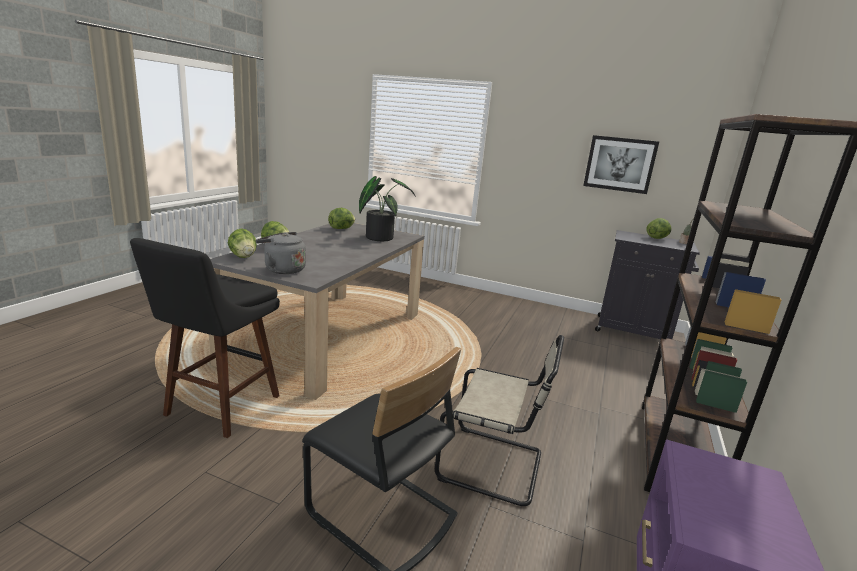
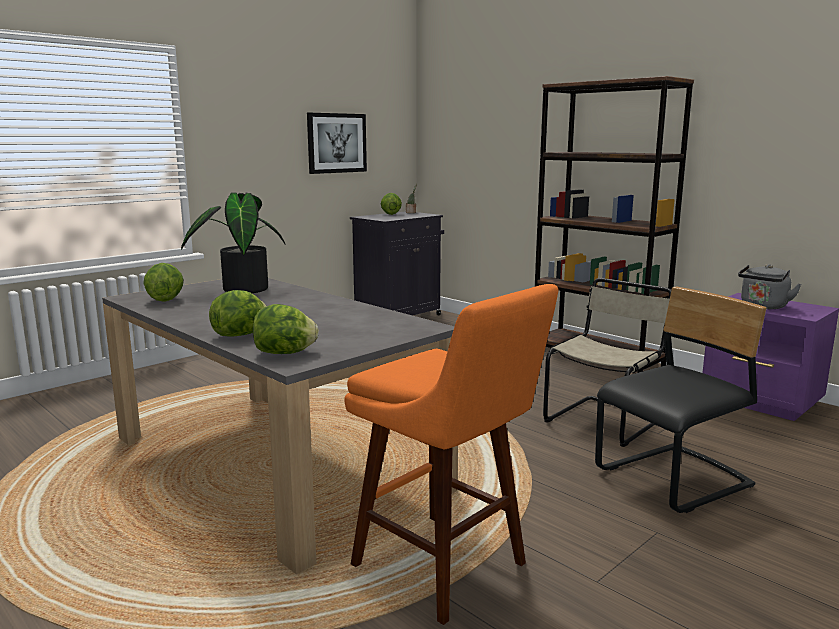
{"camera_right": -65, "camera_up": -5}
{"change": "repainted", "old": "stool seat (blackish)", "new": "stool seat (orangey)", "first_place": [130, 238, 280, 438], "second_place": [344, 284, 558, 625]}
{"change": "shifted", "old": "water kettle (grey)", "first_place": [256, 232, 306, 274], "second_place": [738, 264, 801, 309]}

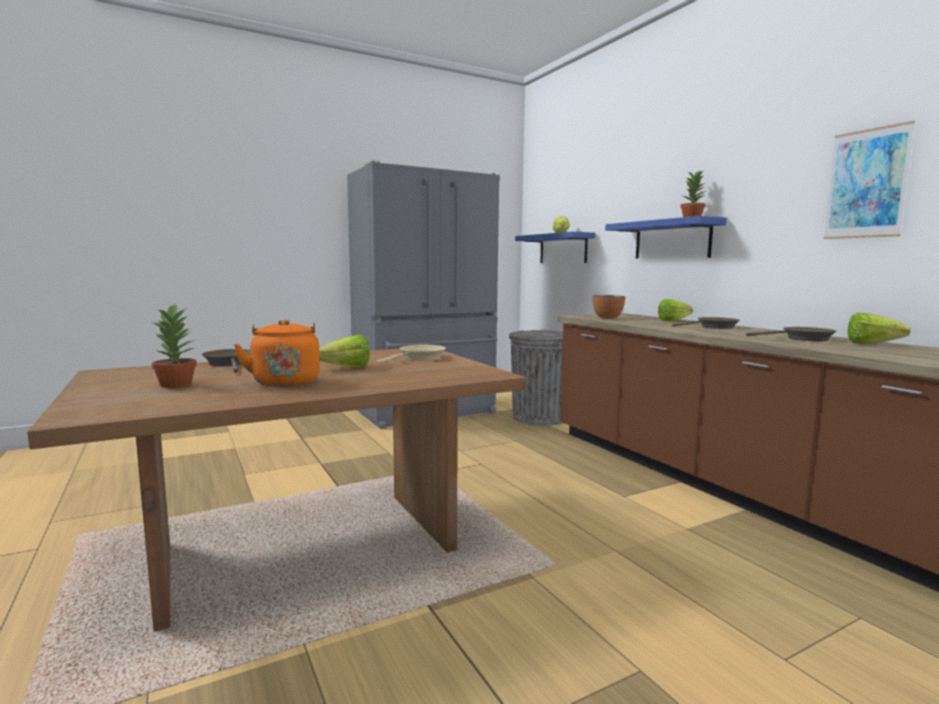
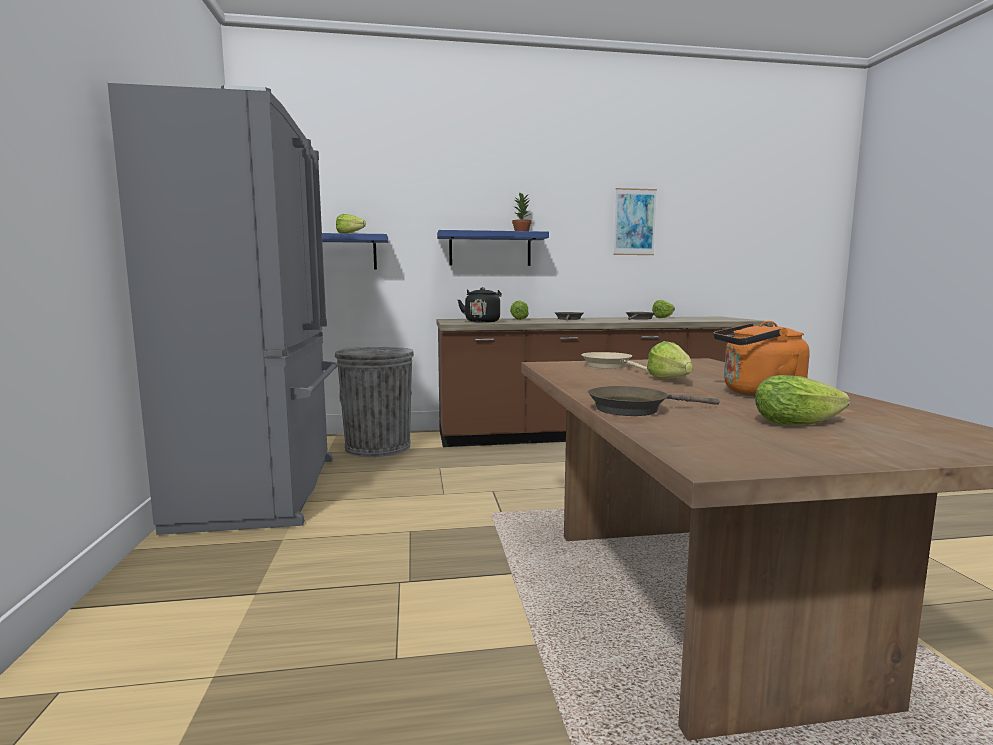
{"camera_right": -70, "camera_up": 0}
{"change": "swapped", "old": "potted plant", "new": "head of lettuce", "first_place": [150, 304, 197, 388], "second_place": [755, 375, 850, 425]}
{"change": "swapped", "old": "bowl", "new": "water kettle (blackish)", "first_place": [592, 295, 625, 319], "second_place": [458, 287, 502, 323]}

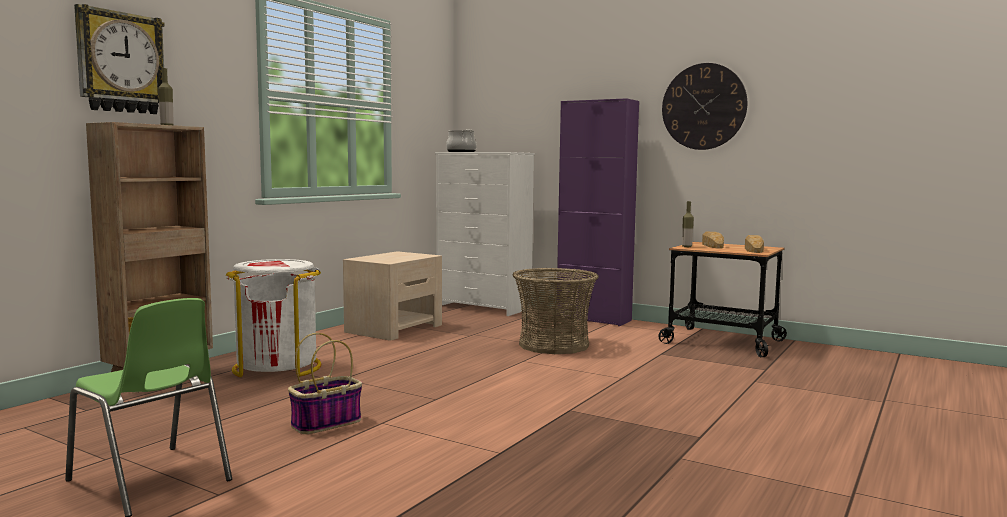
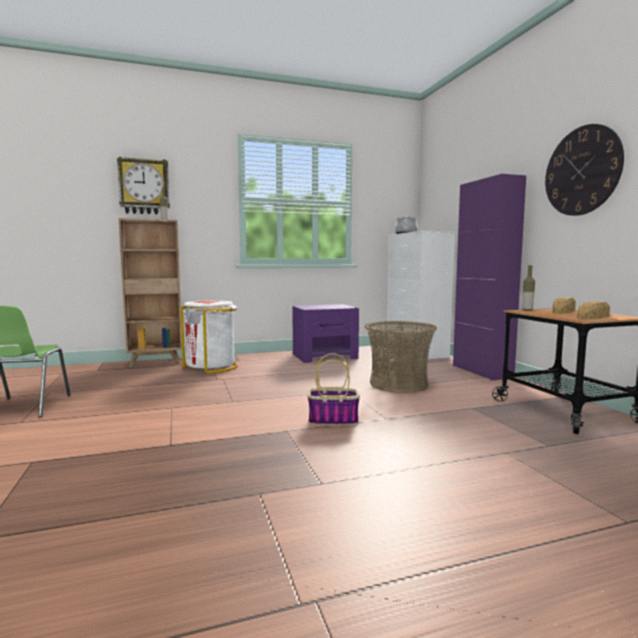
{"camera_right": 40, "camera_up": 0}
{"change": "shifted", "old": "household basket", "first_place": [288, 333, 362, 434], "second_place": [308, 353, 360, 426]}
{"change": "repainted", "old": "nightstand (beige)", "new": "nightstand (purple-coloured)", "first_place": [343, 251, 442, 341], "second_place": [292, 304, 359, 363]}

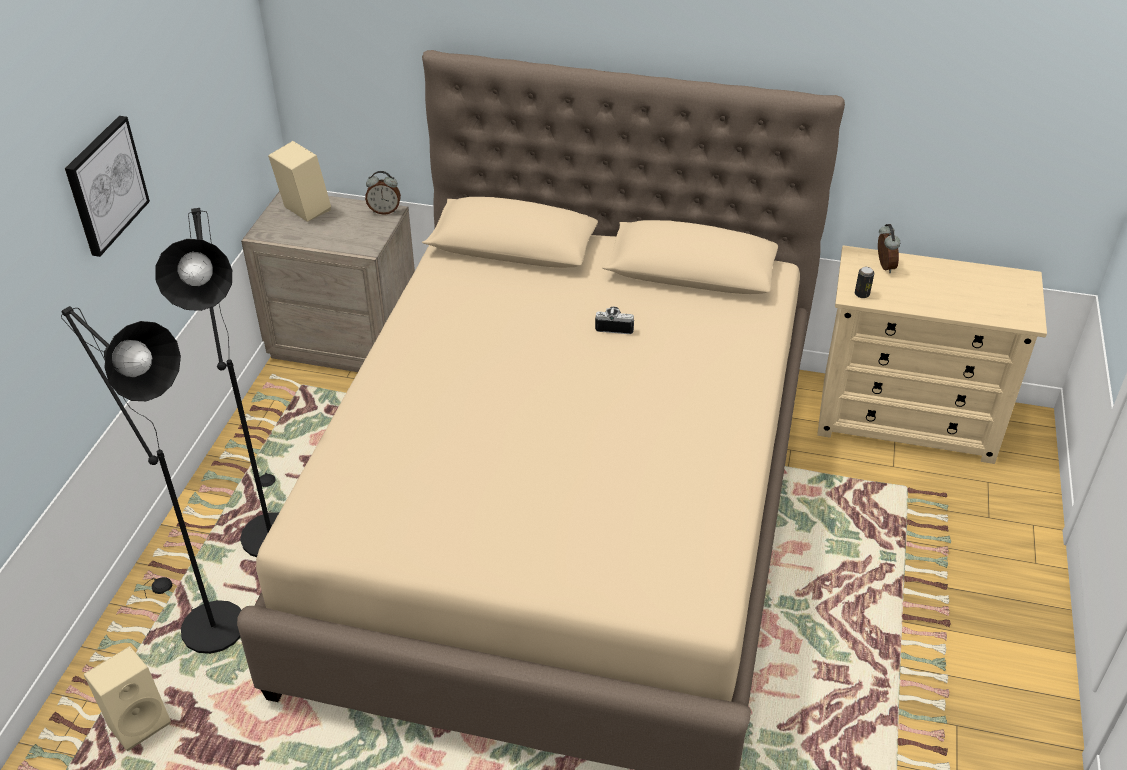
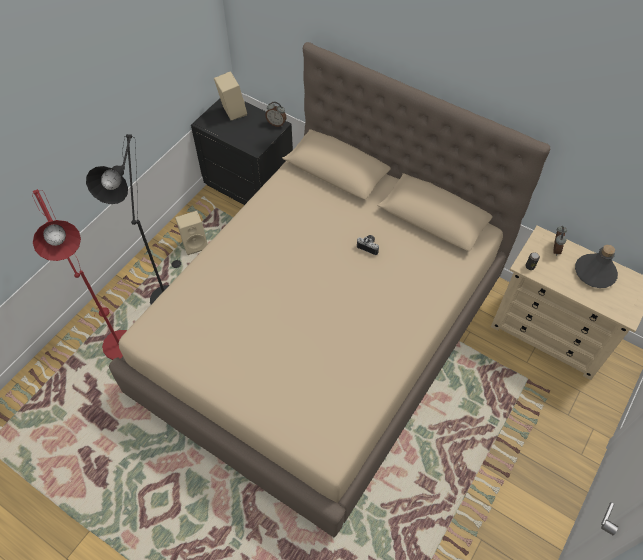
{"camera_right": 20, "camera_up": 15}
{"change": "repainted", "old": "floor lamp (blackish)", "new": "floor lamp (reddish)", "first_place": [61, 306, 241, 654], "second_place": [32, 189, 127, 360]}
{"change": "gone", "old": "wall art", "first_place": [65, 116, 150, 257]}
{"change": "shifted", "old": "speaker (beige)", "first_place": [83, 646, 171, 751], "second_place": [175, 211, 208, 255]}
{"change": "repainted", "old": "nightstand (beige)", "new": "nightstand (blackish)", "first_place": [241, 191, 415, 372], "second_place": [191, 98, 293, 205]}
{"change": "new", "new": "bottle (grey)", "second_place": [575, 245, 618, 288]}

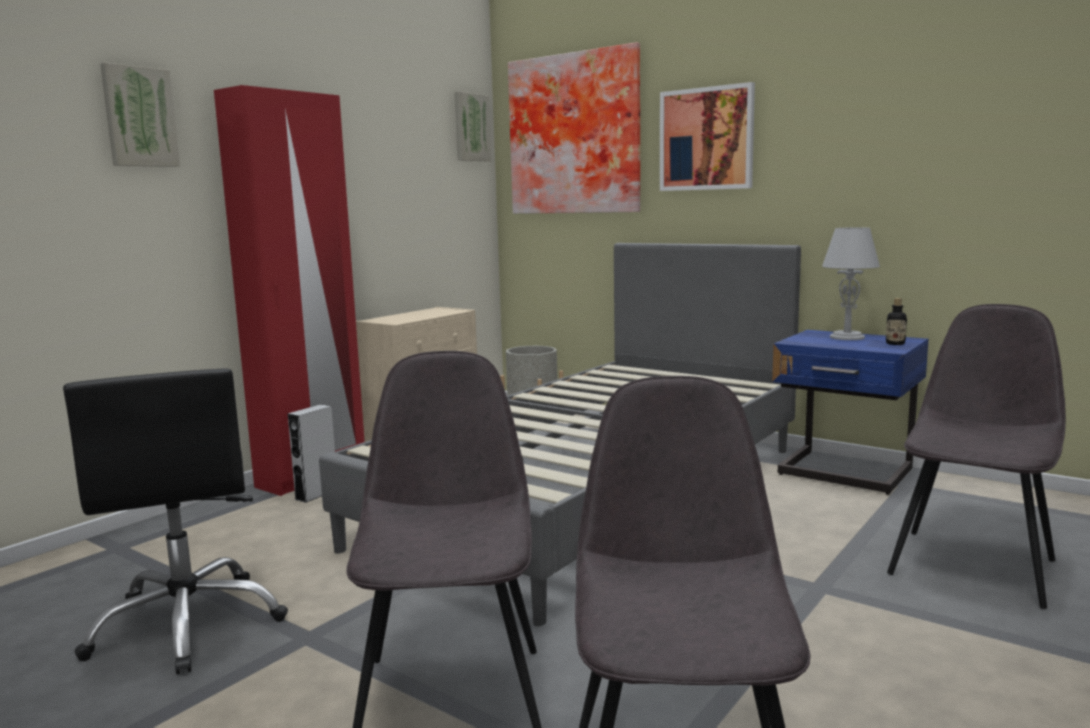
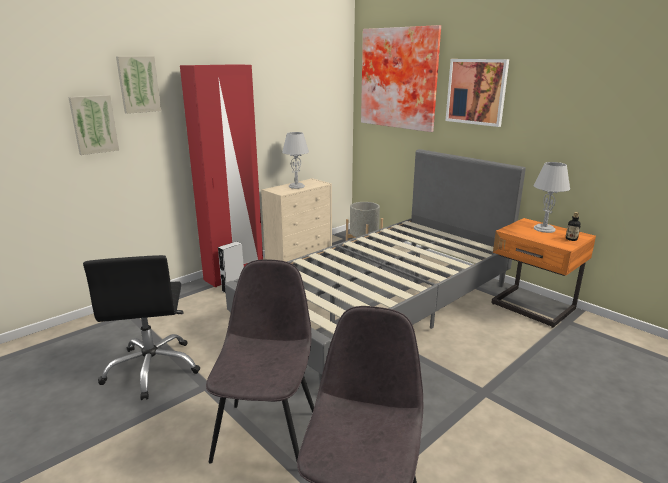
{"camera_right": 10, "camera_up": 10}
{"change": "shifted", "old": "wall art", "first_place": [454, 92, 491, 161], "second_place": [68, 95, 119, 155]}
{"change": "repainted", "old": "nightstand (bluish)", "new": "nightstand (orangey)", "first_place": [772, 330, 928, 495], "second_place": [491, 218, 596, 328]}
{"change": "gone", "old": "chair (grey)", "first_place": [887, 304, 1066, 609]}
{"change": "new", "new": "lamp for a table (grey)", "second_place": [282, 132, 309, 189]}

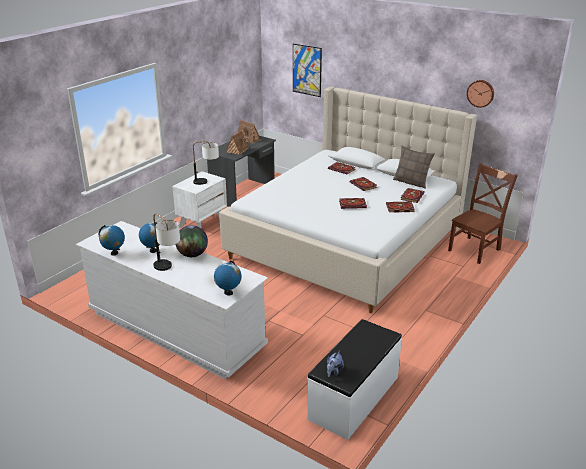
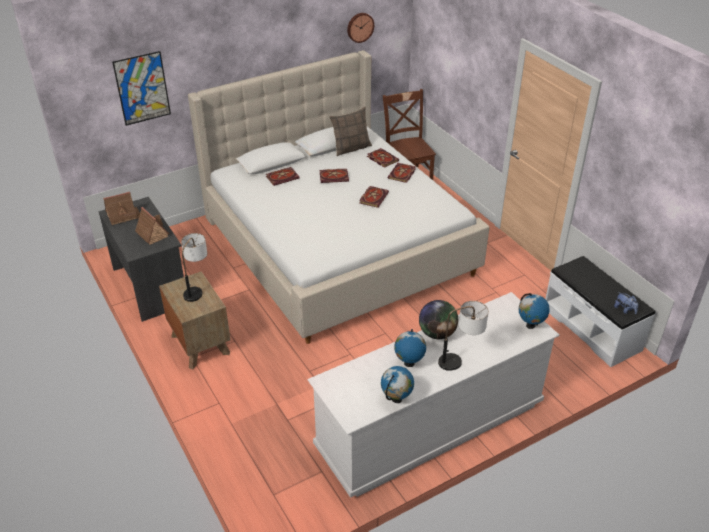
{"camera_right": -65, "camera_up": 10}
{"change": "repainted", "old": "nightstand (whitish)", "new": "nightstand (brown)", "first_place": [172, 171, 227, 229], "second_place": [159, 271, 230, 370]}

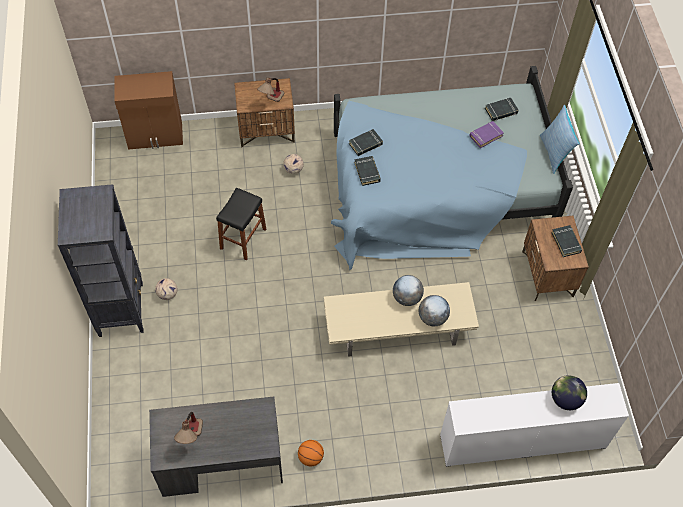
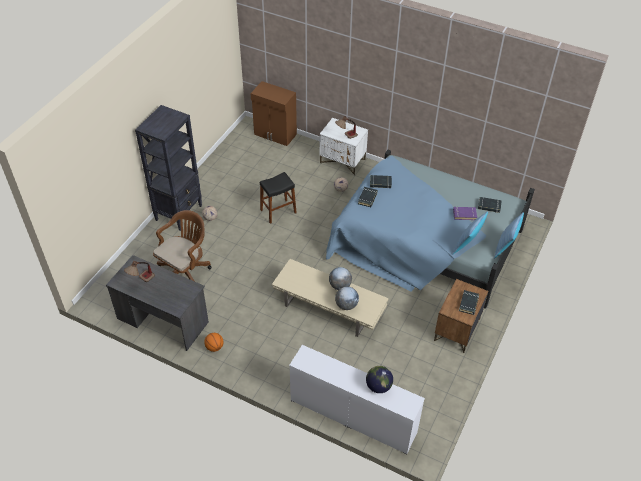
{"camera_right": 35, "camera_up": -10}
{"change": "repainted", "old": "nightstand (brown)", "new": "nightstand (whitish)", "first_place": [234, 78, 295, 147], "second_place": [319, 118, 368, 175]}
{"change": "new", "new": "computer chair (brown)", "second_place": [153, 210, 211, 281]}
{"change": "new", "new": "throw pillow", "second_place": [453, 212, 488, 254]}

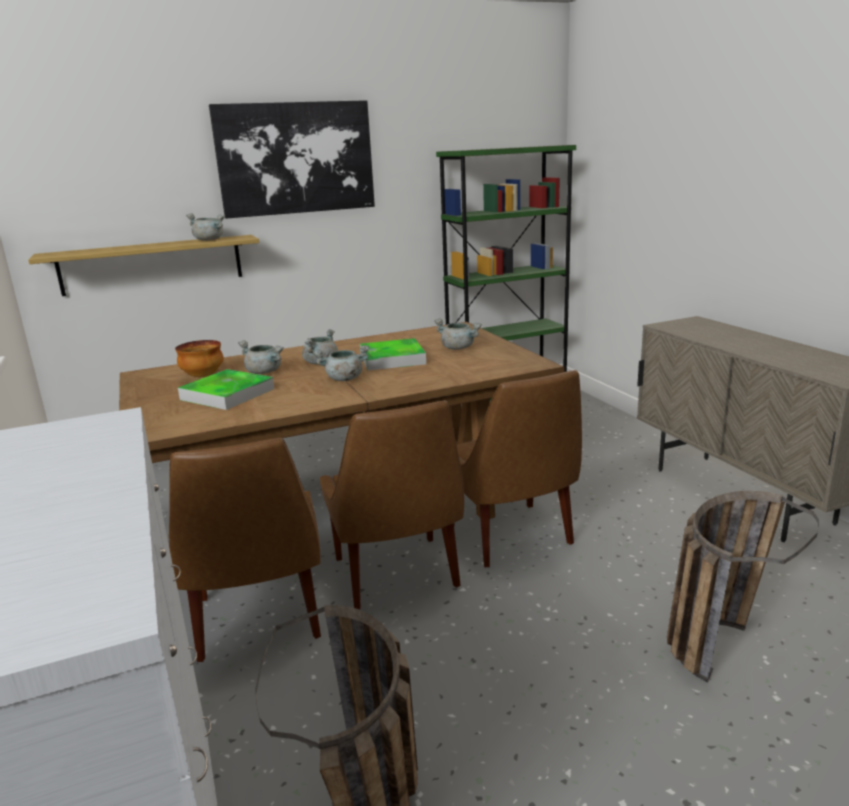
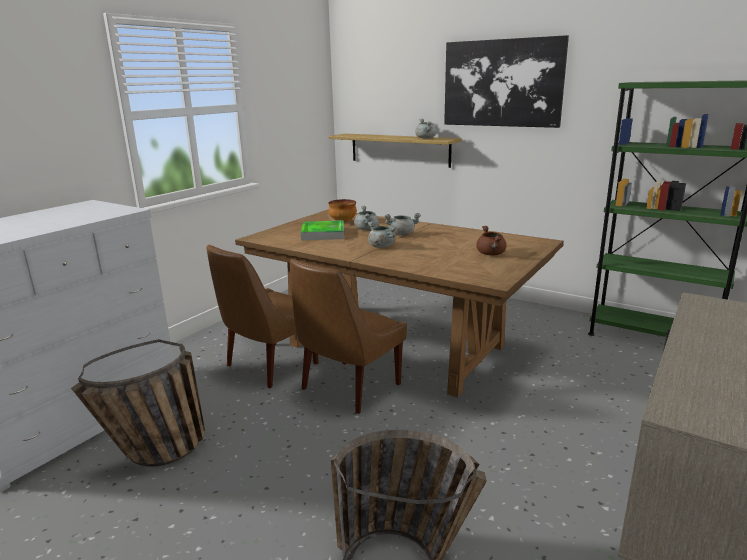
{"camera_right": 55, "camera_up": 0}
{"change": "gone", "old": "tray", "first_place": [360, 338, 426, 371]}
{"change": "repainted", "old": "stockpot (grey)", "new": "stockpot (brown)", "first_place": [434, 318, 482, 350], "second_place": [476, 226, 506, 255]}
{"change": "gone", "old": "chair (brown)", "first_place": [457, 370, 582, 568]}

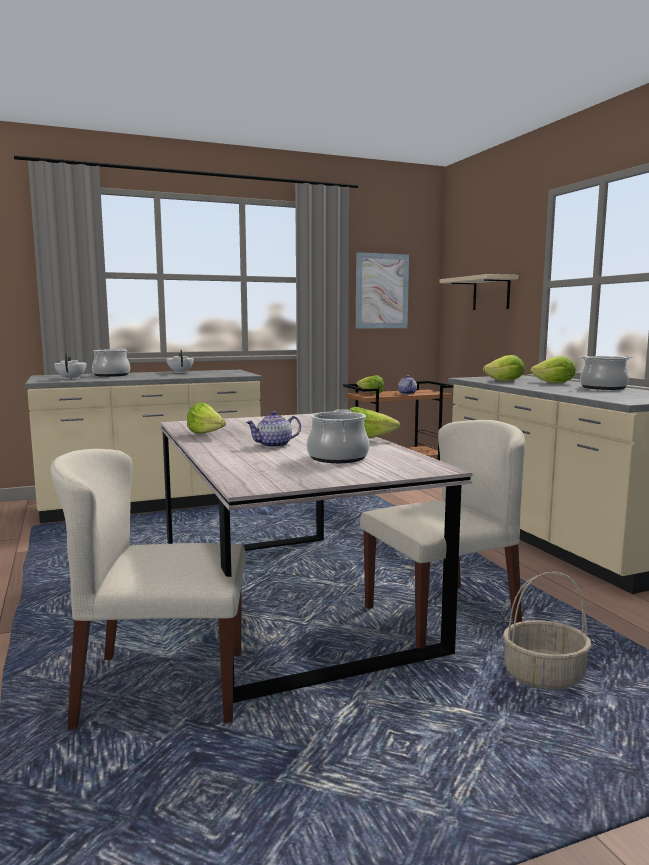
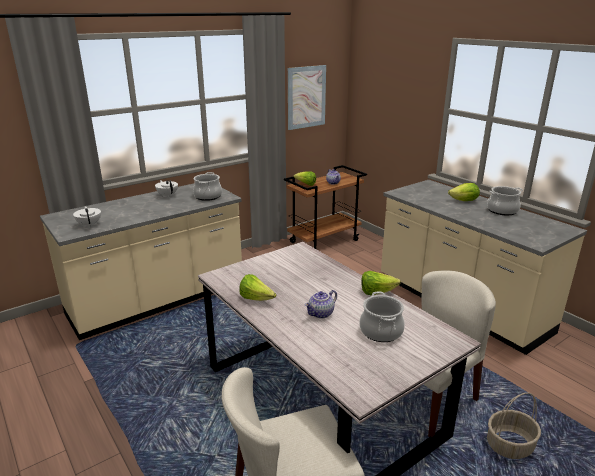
{"camera_right": -15, "camera_up": 15}
{"change": "shifted", "old": "stockpot", "first_place": [92, 349, 130, 377], "second_place": [193, 172, 222, 201]}
{"change": "gone", "old": "wall shelf (beige)", "first_place": [440, 274, 518, 310]}
{"change": "gone", "old": "head of lettuce", "first_place": [483, 355, 524, 381]}

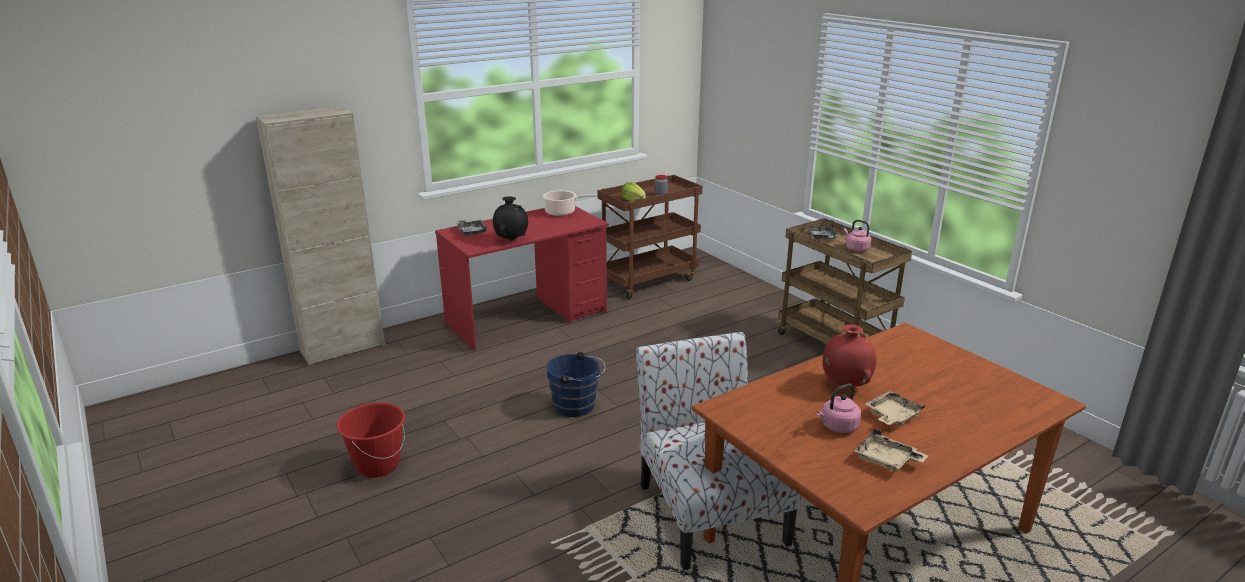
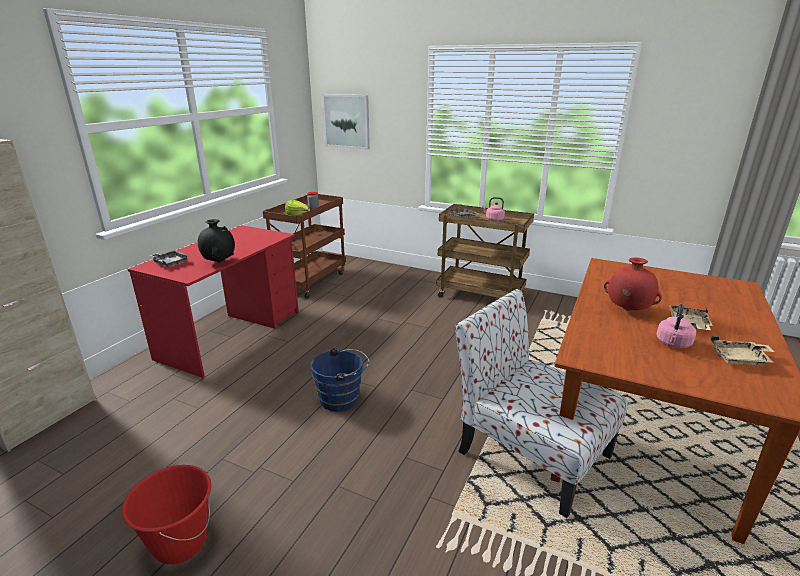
{"camera_right": -30, "camera_up": 0}
{"change": "gone", "old": "stockpot", "first_place": [543, 190, 597, 216]}
{"change": "new", "new": "wall art", "second_place": [322, 94, 370, 150]}

